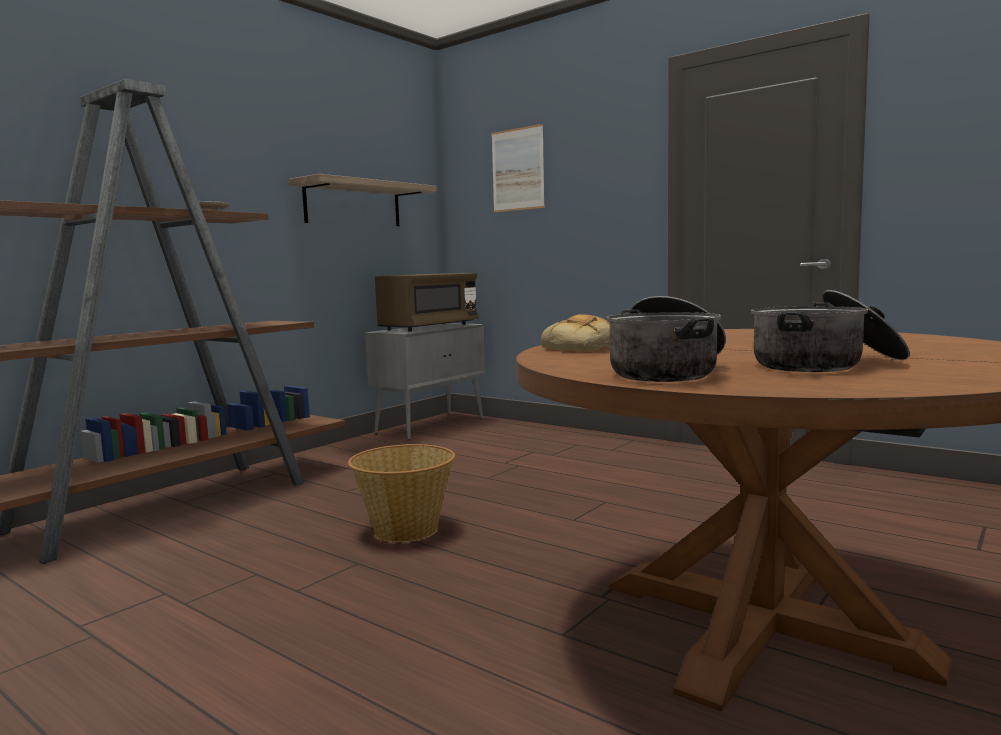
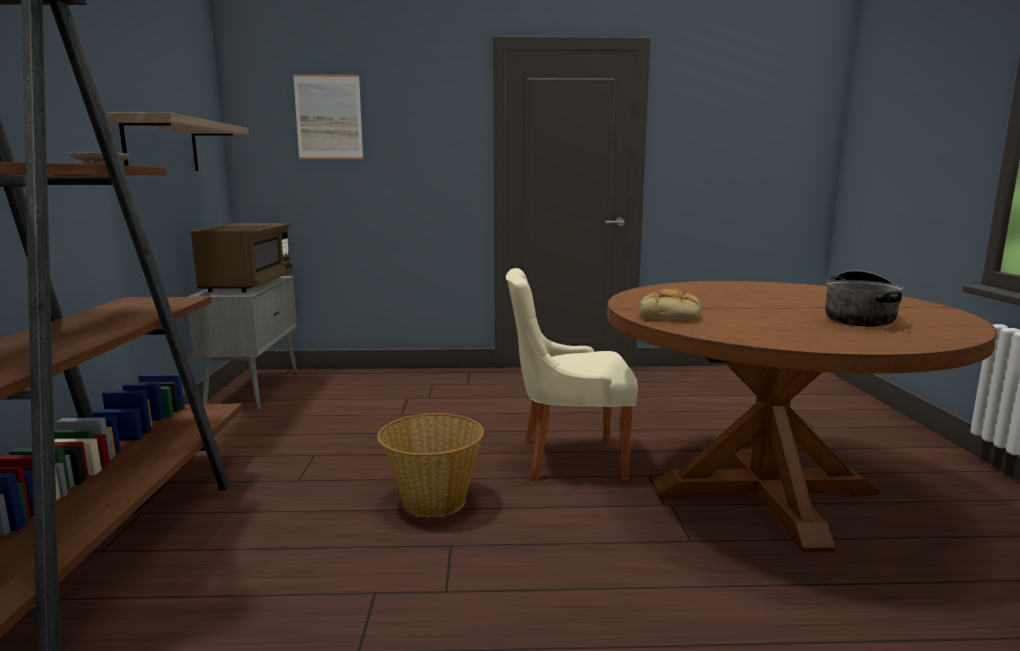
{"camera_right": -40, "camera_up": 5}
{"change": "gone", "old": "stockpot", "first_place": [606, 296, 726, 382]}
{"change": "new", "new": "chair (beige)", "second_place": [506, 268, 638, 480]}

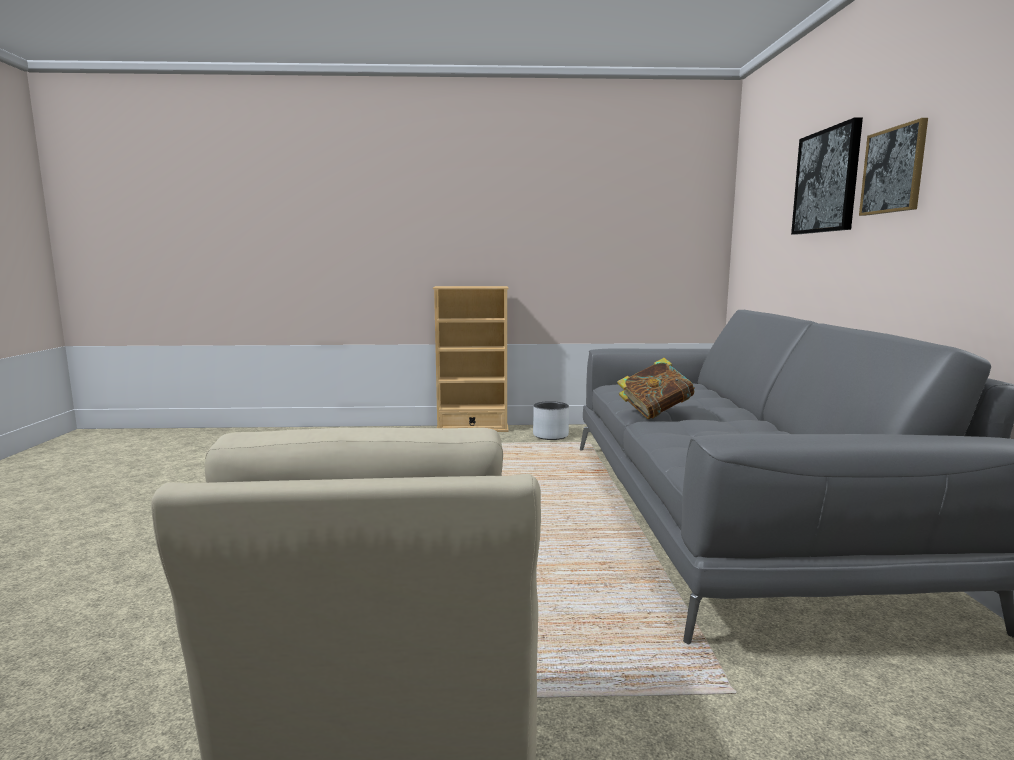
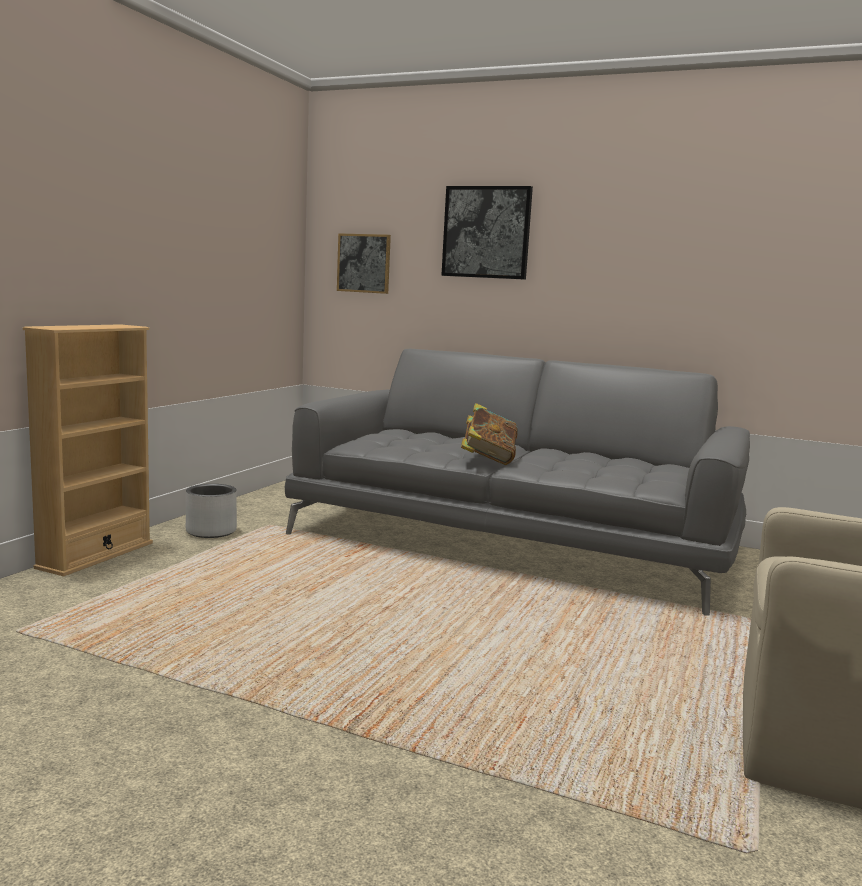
{"camera_right": -65, "camera_up": 0}
{"change": "shifted", "old": "wall art", "first_place": [859, 118, 928, 216], "second_place": [337, 233, 391, 294]}

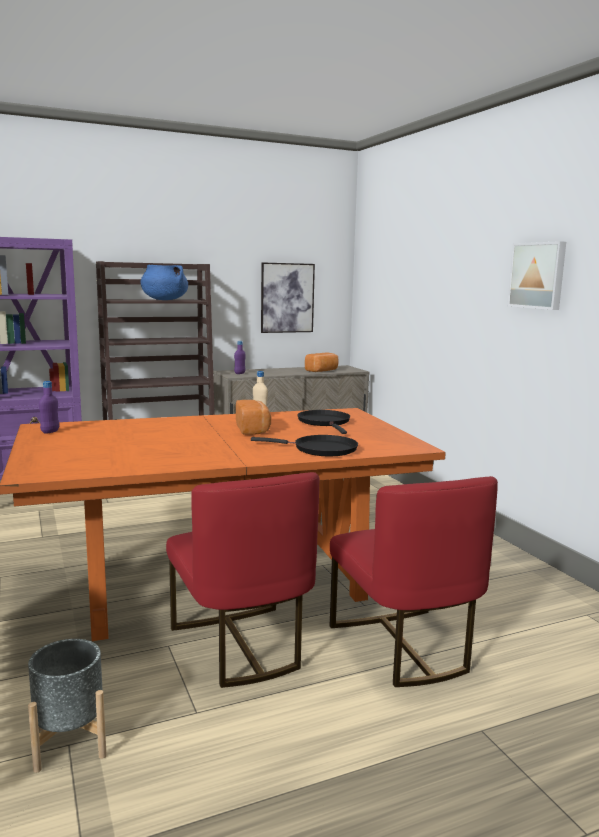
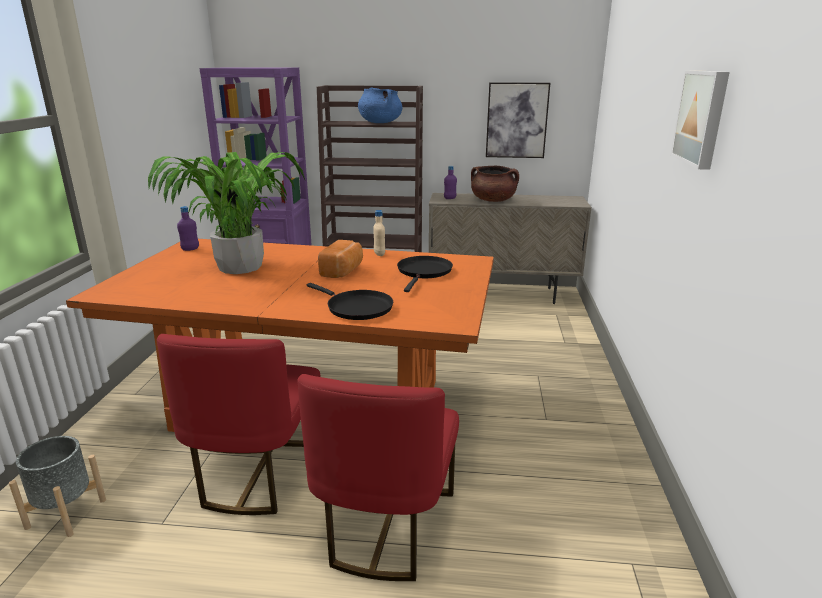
{"camera_right": 30, "camera_up": 10}
{"change": "gone", "old": "bread", "first_place": [305, 353, 338, 372]}
{"change": "new", "new": "potted plant", "second_place": [148, 152, 305, 274]}
{"change": "new", "new": "stockpot (brown)", "second_place": [471, 166, 519, 202]}

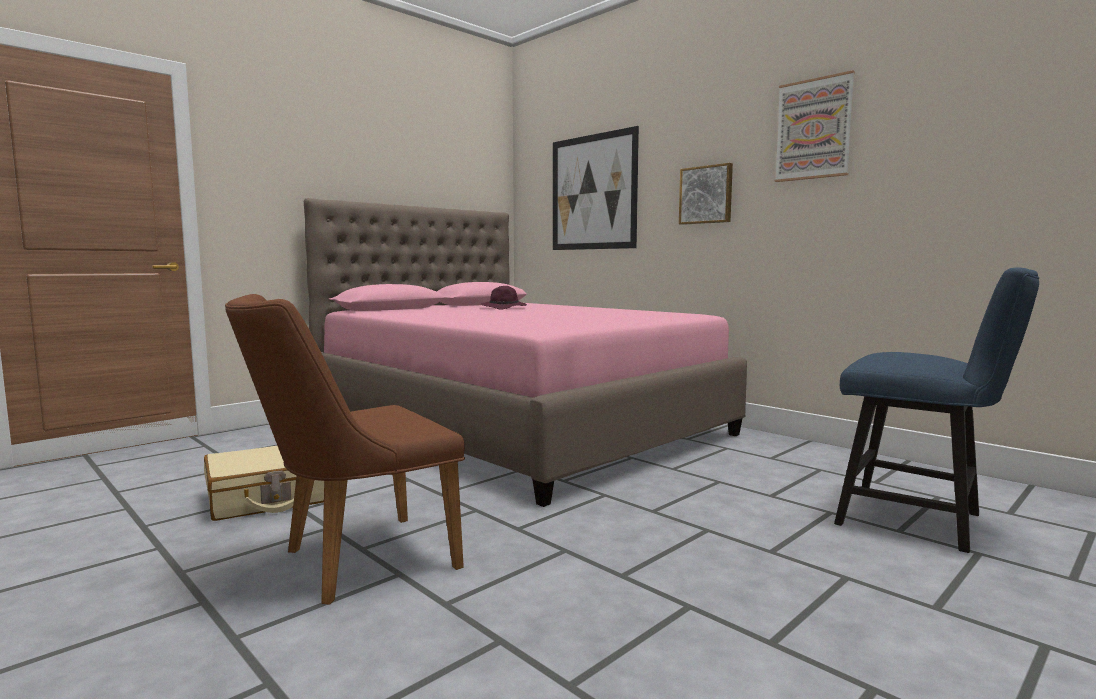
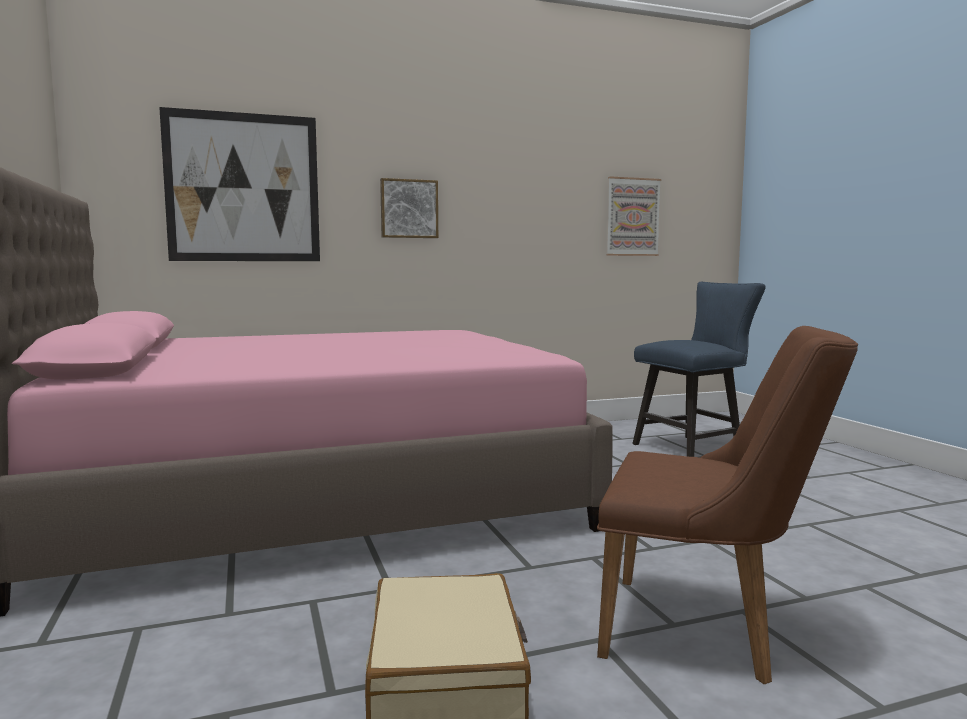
{"camera_right": -65, "camera_up": 0}
{"change": "rotated", "old": "chair (brown)", "first_place": [225, 294, 465, 605], "second_place": [597, 326, 858, 684], "degrees": -60}
{"change": "gone", "old": "clothing hat (purple-coloured)", "first_place": [481, 286, 527, 310]}
{"change": "shifted", "old": "wall art", "first_place": [775, 70, 855, 182], "second_place": [606, 176, 661, 256]}

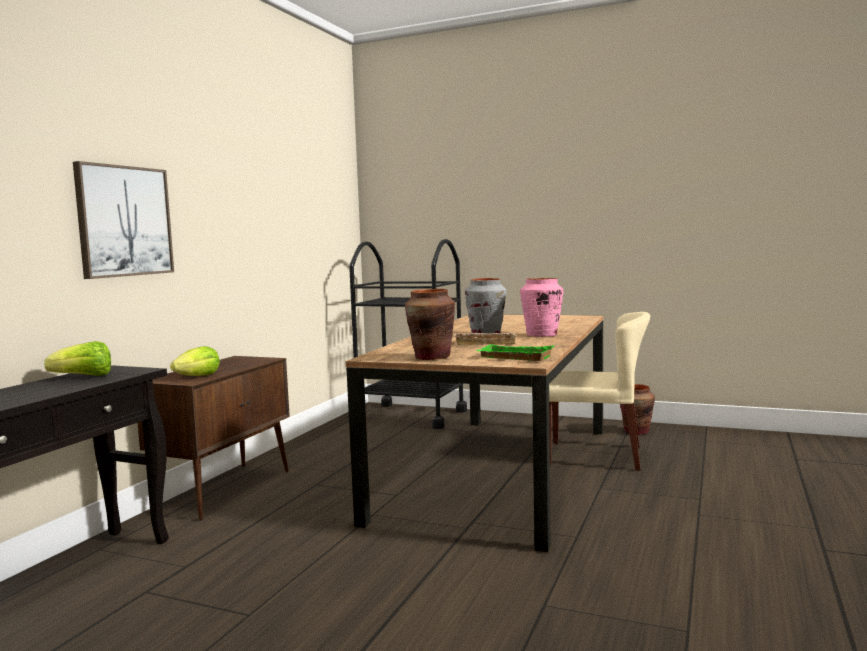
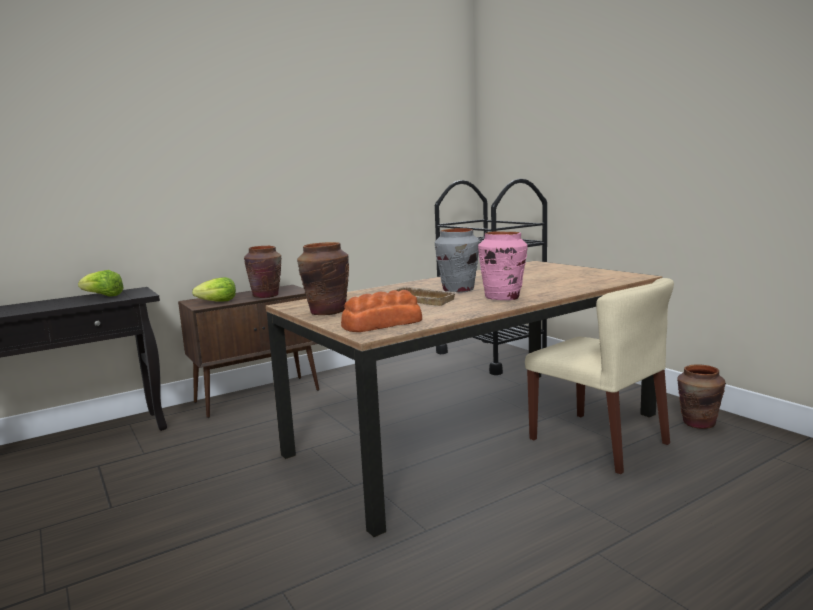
{"camera_right": 35, "camera_up": 5}
{"change": "gone", "old": "wall art", "first_place": [73, 161, 174, 279]}
{"change": "swapped", "old": "tray (green-coloured)", "new": "bread", "first_place": [476, 344, 555, 361], "second_place": [341, 290, 422, 332]}
{"change": "new", "new": "decorative vase (brown)", "second_place": [244, 246, 282, 298]}

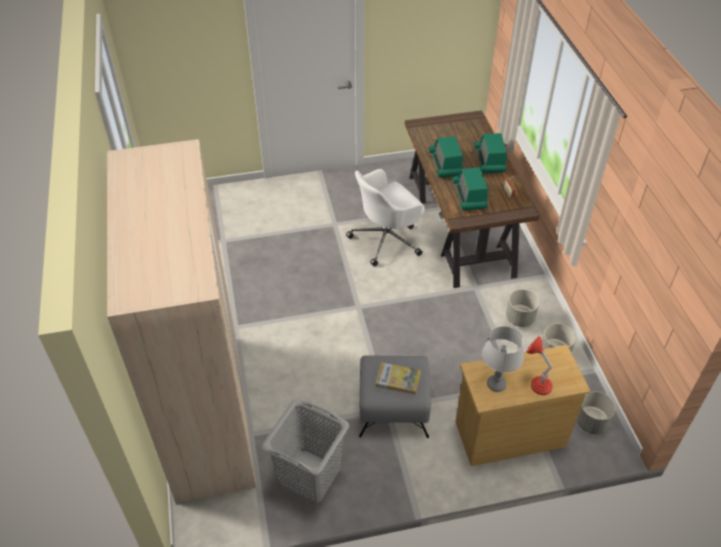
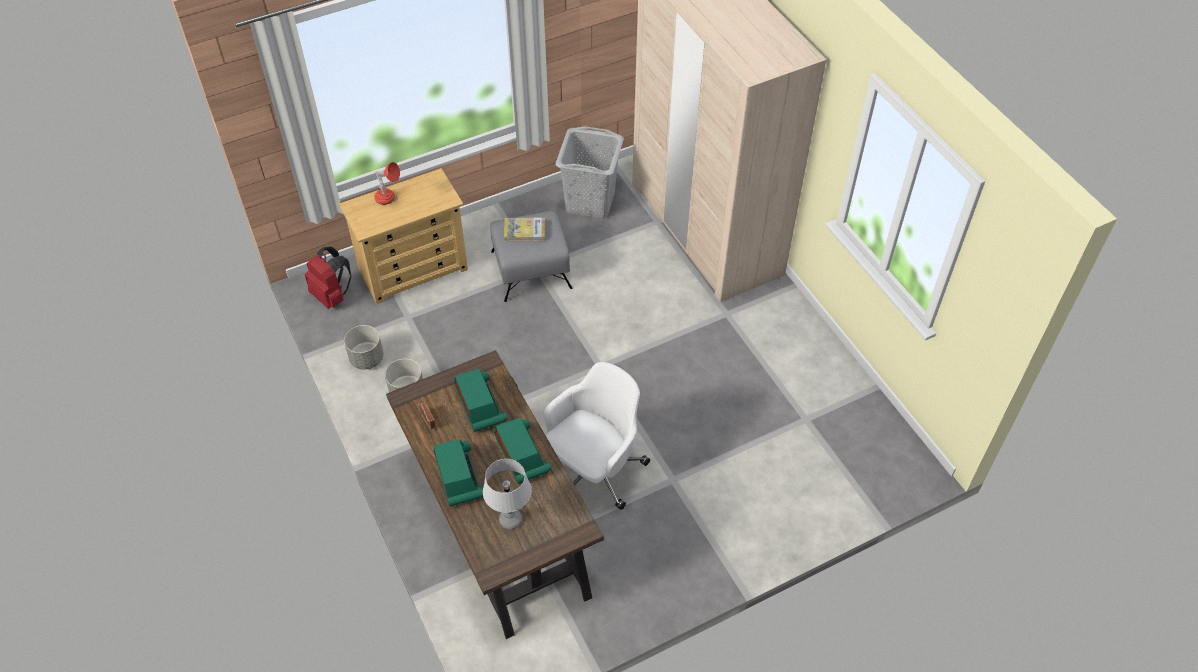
{"camera_right": 165, "camera_up": 5}
{"change": "shifted", "old": "lamp for a table (grey)", "first_place": [482, 326, 524, 392], "second_place": [483, 459, 532, 529]}
{"change": "swapped", "old": "planter (grey)", "new": "backpack (reddish)", "first_place": [576, 391, 615, 434], "second_place": [305, 247, 351, 309]}

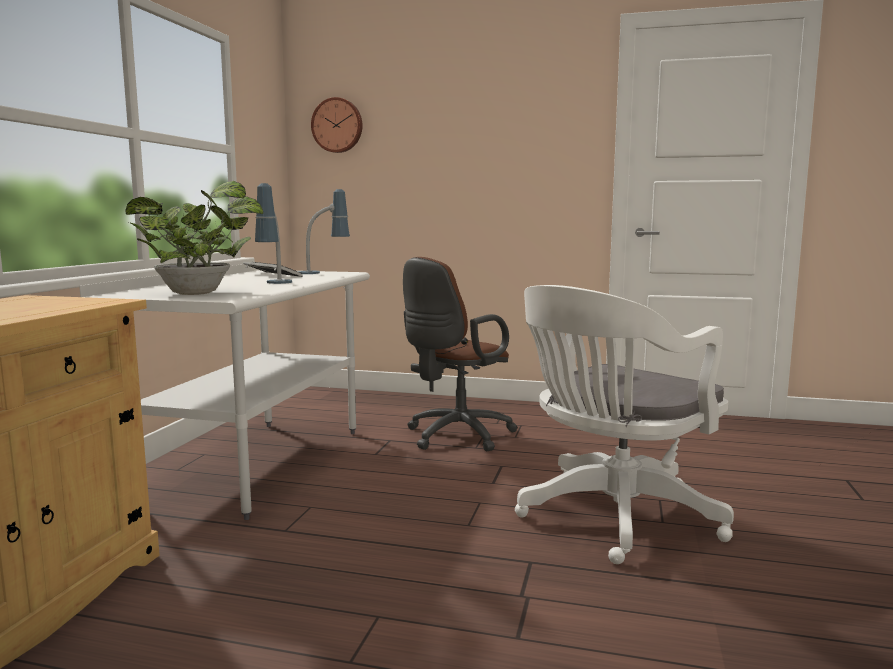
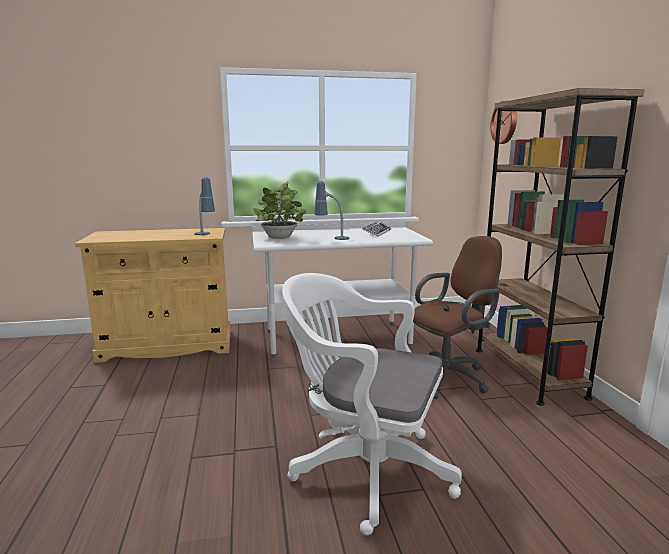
{"camera_right": 65, "camera_up": 5}
{"change": "shifted", "old": "lamp for a table", "first_place": [299, 189, 350, 274], "second_place": [195, 177, 215, 235]}
{"change": "rotated", "old": "computer chair (brown)", "first_place": [403, 257, 518, 451], "second_place": [413, 236, 502, 399], "degrees": 135}
{"change": "new", "new": "bookcase (brown)", "second_place": [476, 88, 644, 406]}

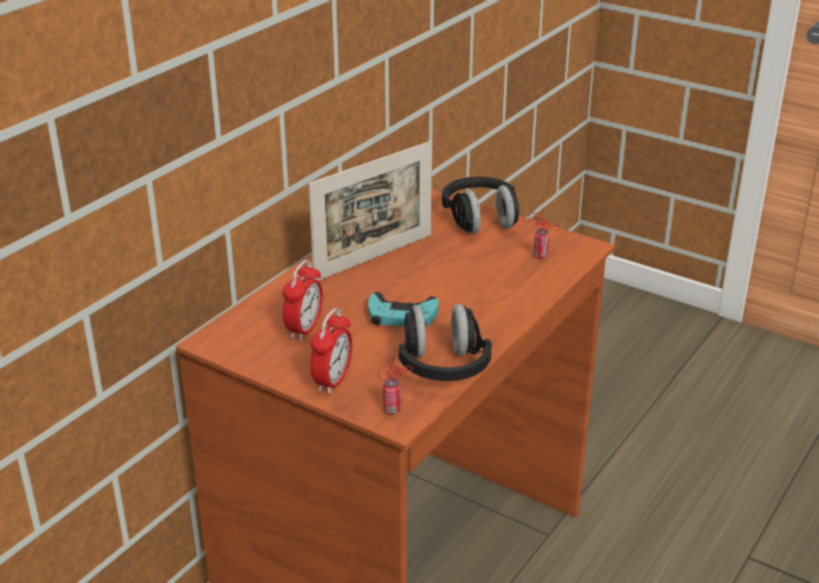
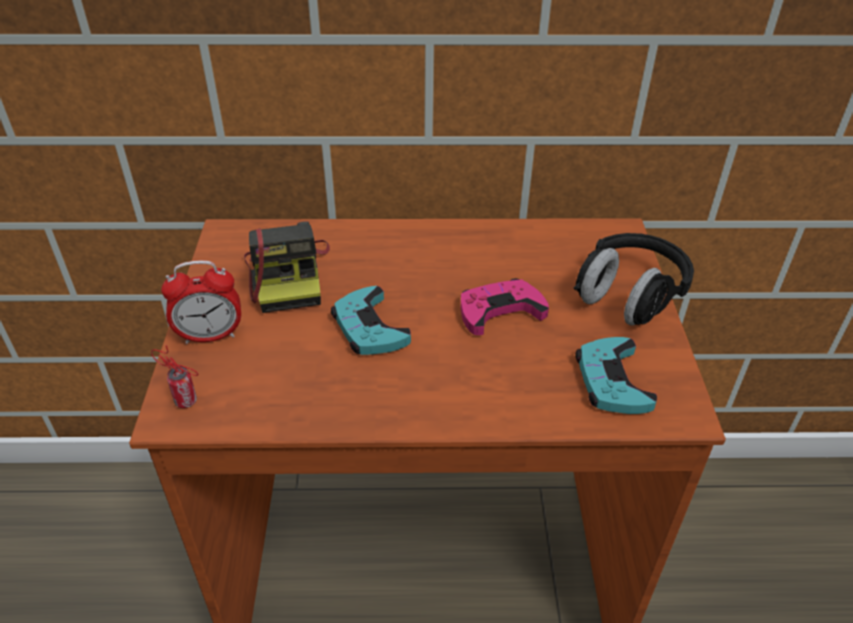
{"camera_right": 55, "camera_up": 10}
{"change": "swapped", "old": "bedside clock", "new": "still camera", "first_place": [283, 260, 323, 341], "second_place": [244, 222, 330, 313]}
{"change": "gone", "old": "picture frame", "first_place": [308, 141, 432, 281]}
{"change": "gone", "old": "pair of headphones (blackish)", "first_place": [399, 304, 492, 381]}
{"change": "swapped", "old": "sealed can", "new": "game controller (blue-green)", "first_place": [529, 210, 560, 258], "second_place": [575, 337, 657, 414]}
{"change": "new", "new": "game controller (pink)", "second_place": [461, 278, 549, 335]}

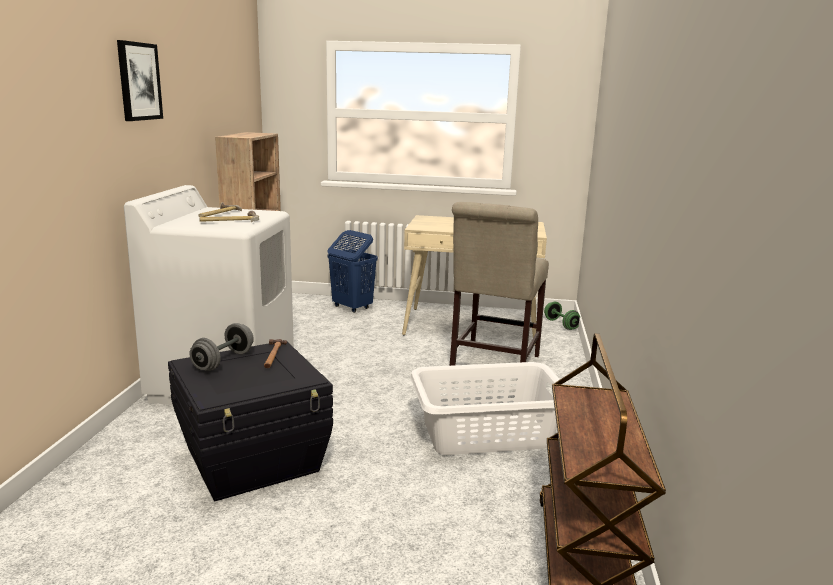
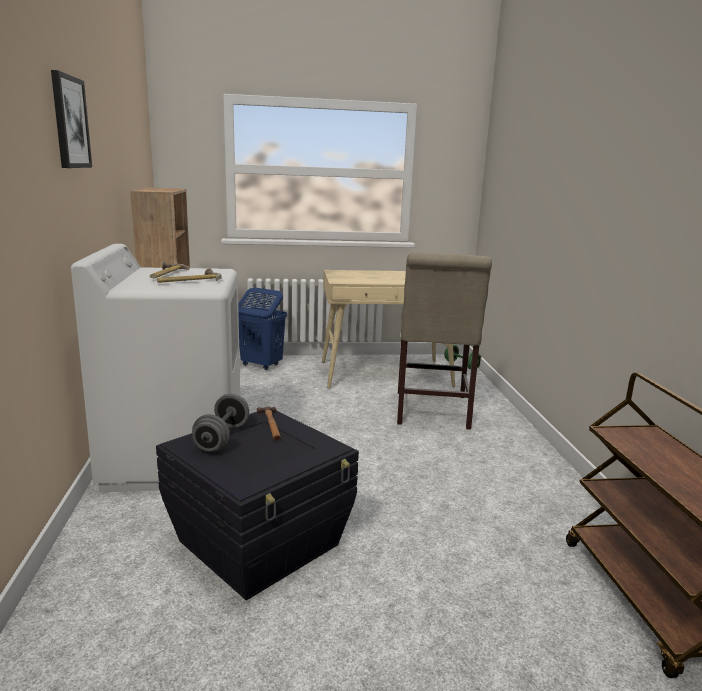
{"camera_right": -15, "camera_up": 0}
{"change": "gone", "old": "hamper (whitish)", "first_place": [410, 362, 564, 455]}

